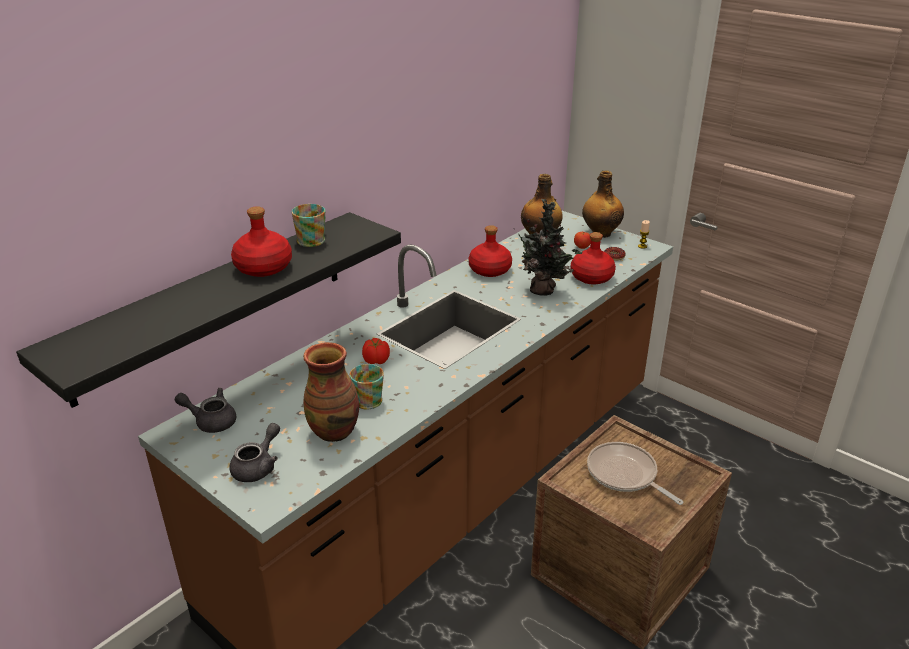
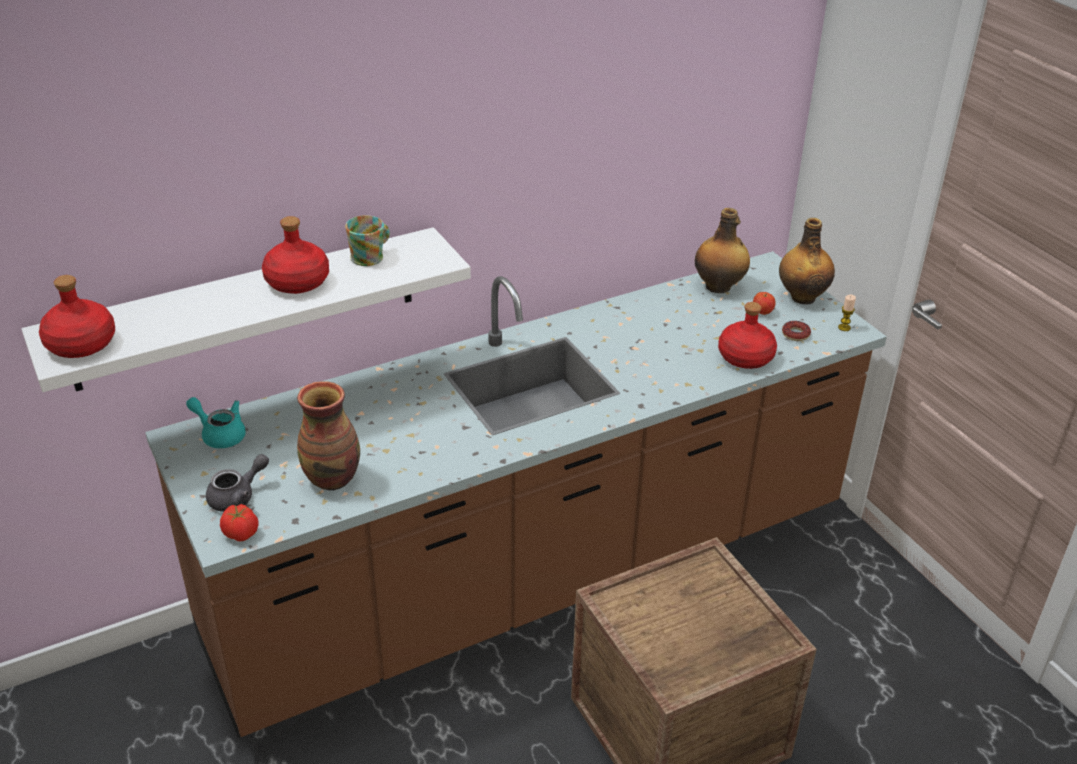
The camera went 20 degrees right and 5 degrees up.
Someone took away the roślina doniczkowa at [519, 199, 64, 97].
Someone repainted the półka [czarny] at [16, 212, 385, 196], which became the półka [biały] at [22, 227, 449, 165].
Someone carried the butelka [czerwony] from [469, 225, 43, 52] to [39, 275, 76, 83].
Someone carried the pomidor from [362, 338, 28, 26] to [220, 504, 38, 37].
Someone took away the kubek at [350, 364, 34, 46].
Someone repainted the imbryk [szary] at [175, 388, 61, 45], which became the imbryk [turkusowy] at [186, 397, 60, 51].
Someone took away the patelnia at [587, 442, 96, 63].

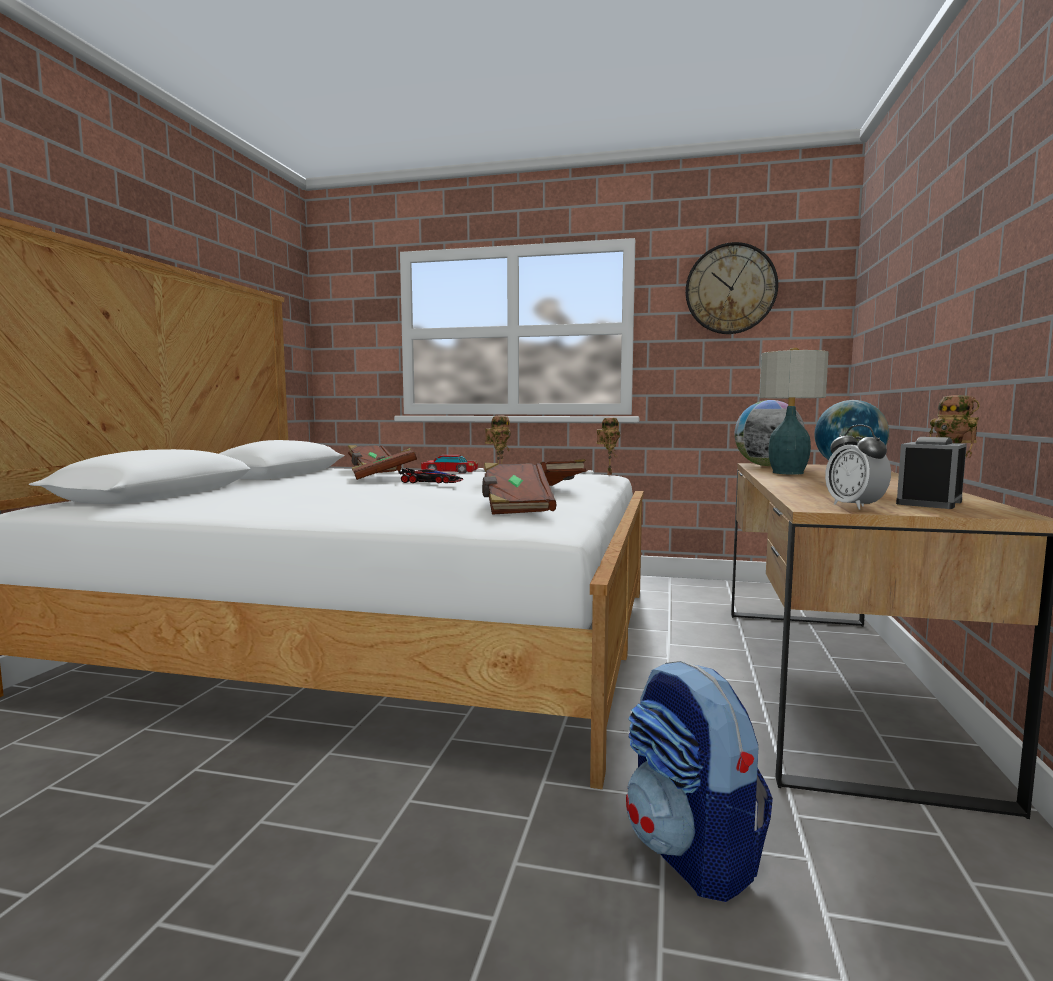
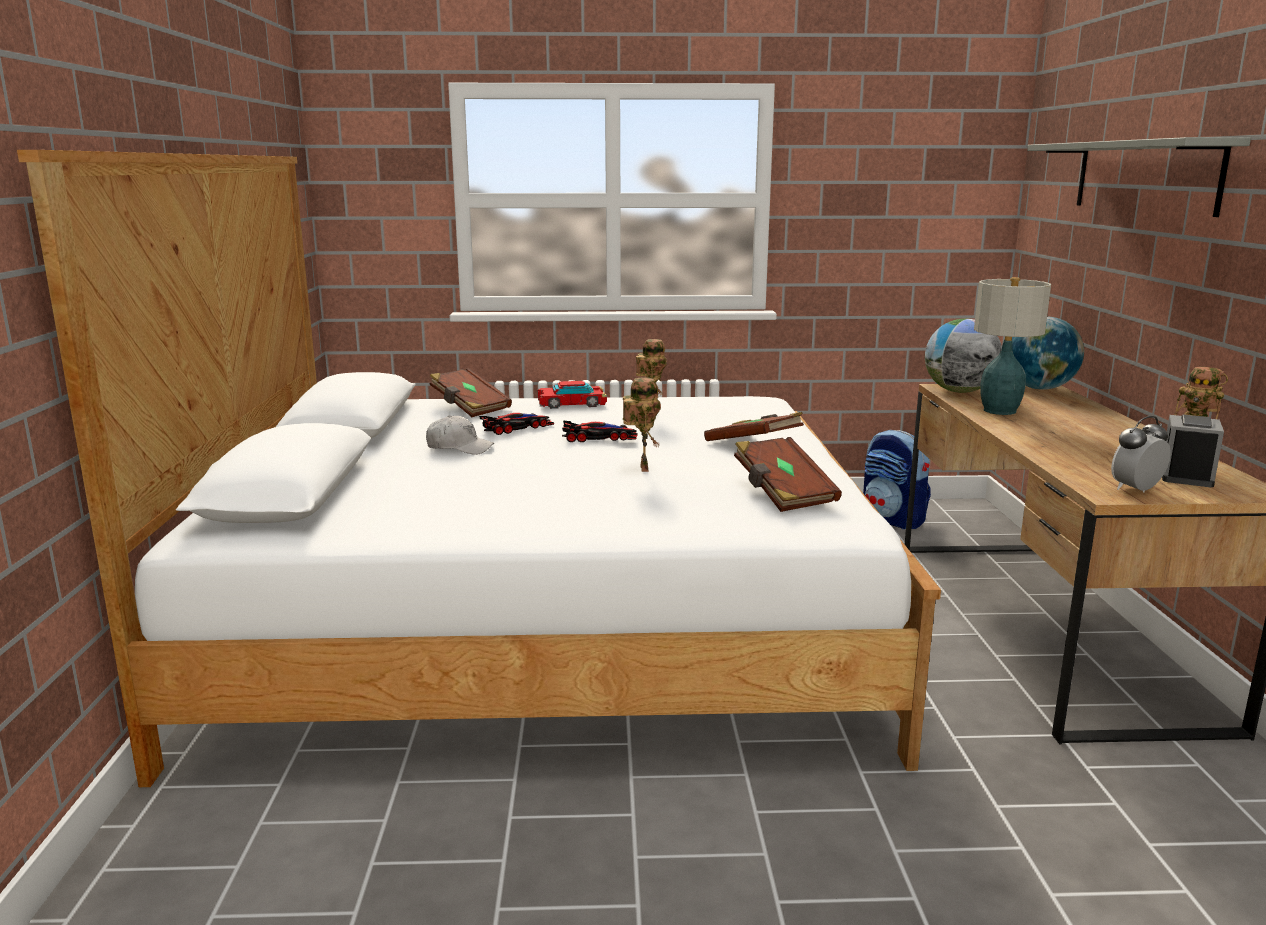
The camera went 15 degrees left and 10 degrees up.
Someone took away the zegar ścienny at [686, 242, 92, 92].
Someone carried the robot zabawkowy from [597, 417, 24, 58] to [623, 377, 38, 95].
Someone rotated the budzik at [825, 424, 66, 86] by 90 degrees clockwise.
Someone swapped the książka [brązowy] at [352, 448, 65, 32] for the samochodzik at [479, 413, 75, 22].
Someone carried the plecak from [626, 661, 147, 241] to [863, 430, 68, 99].
Someone put up the półka [szary] at [1027, 137, 224, 80].
Someone put down the czapka z daszkiem [biały] at [426, 415, 68, 40].

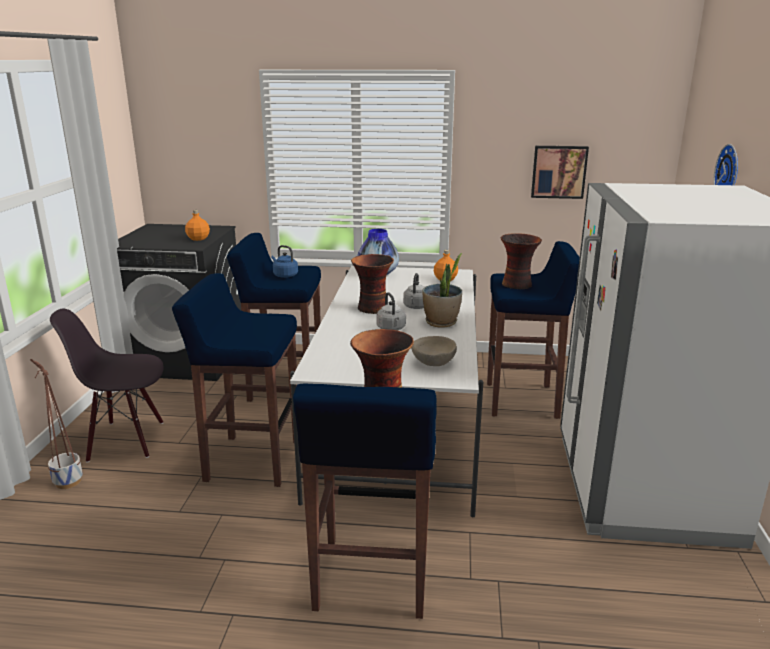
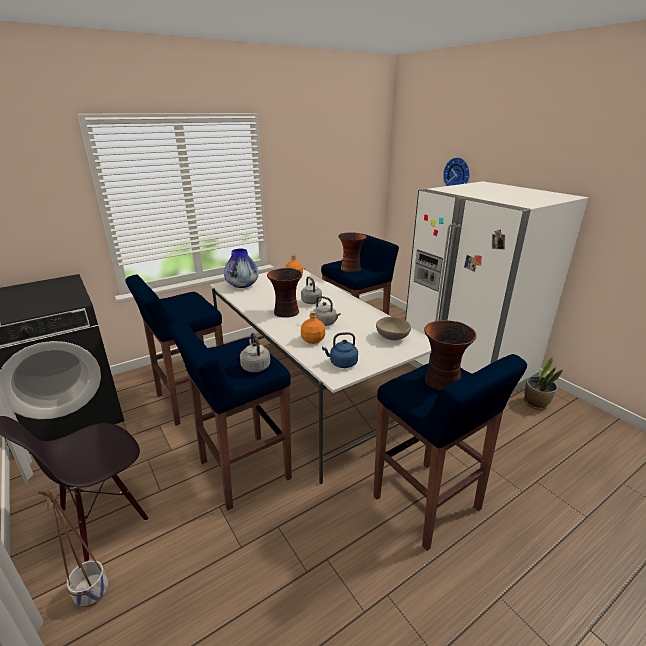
The camera went 40 degrees left and 5 degrees up.
Someone took away the obraz at [531, 146, 58, 53].
Someone carried the butelka [pomarańczowy] from [185, 210, 25, 31] to [301, 311, 24, 33].
Someone carried the czajnik [niebieski] from [271, 245, 27, 33] to [322, 332, 36, 36].
Someone carried the roślina doniczkowa from [422, 253, 40, 75] to [524, 356, 39, 54].
Someone put down the czajnik [szary] at [240, 333, 30, 39].

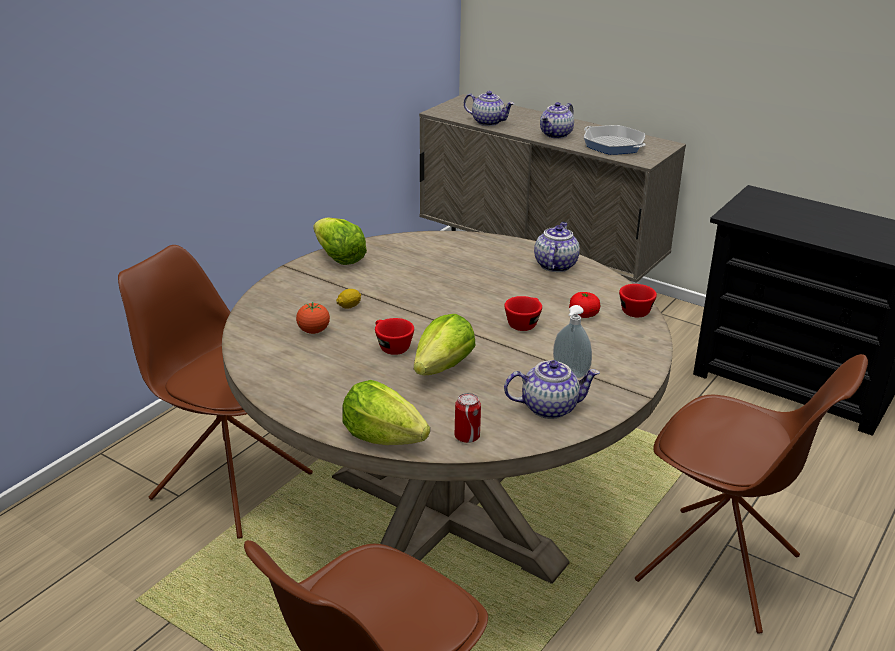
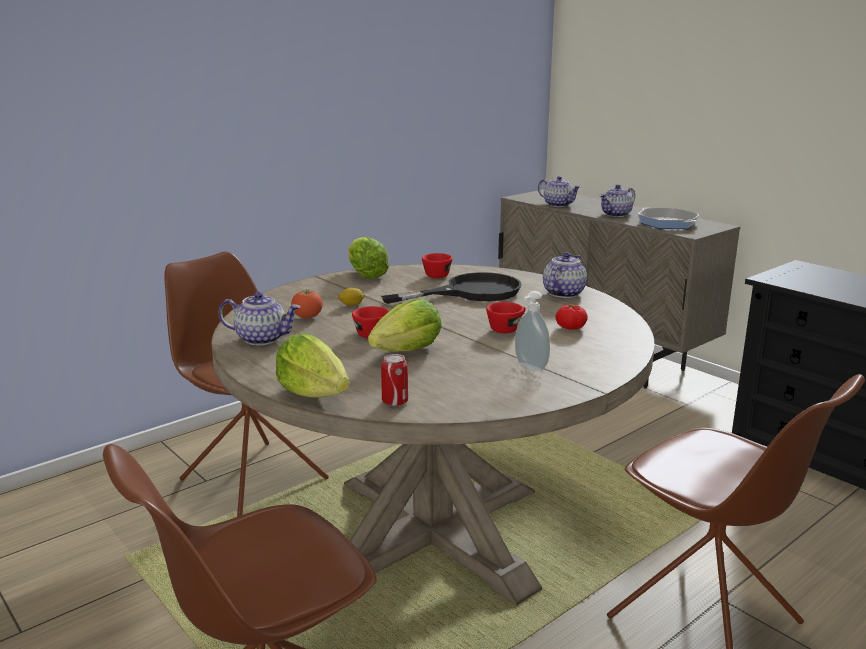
The camera went 15 degrees right and 10 degrees down.
Someone carried the filiżanka [czerwony] from [619, 284, 38, 33] to [422, 253, 31, 25].
Someone carried the imbryk from [504, 360, 96, 59] to [218, 292, 83, 53].
Someone put down the patelnia [czarny] at [381, 272, 140, 32].

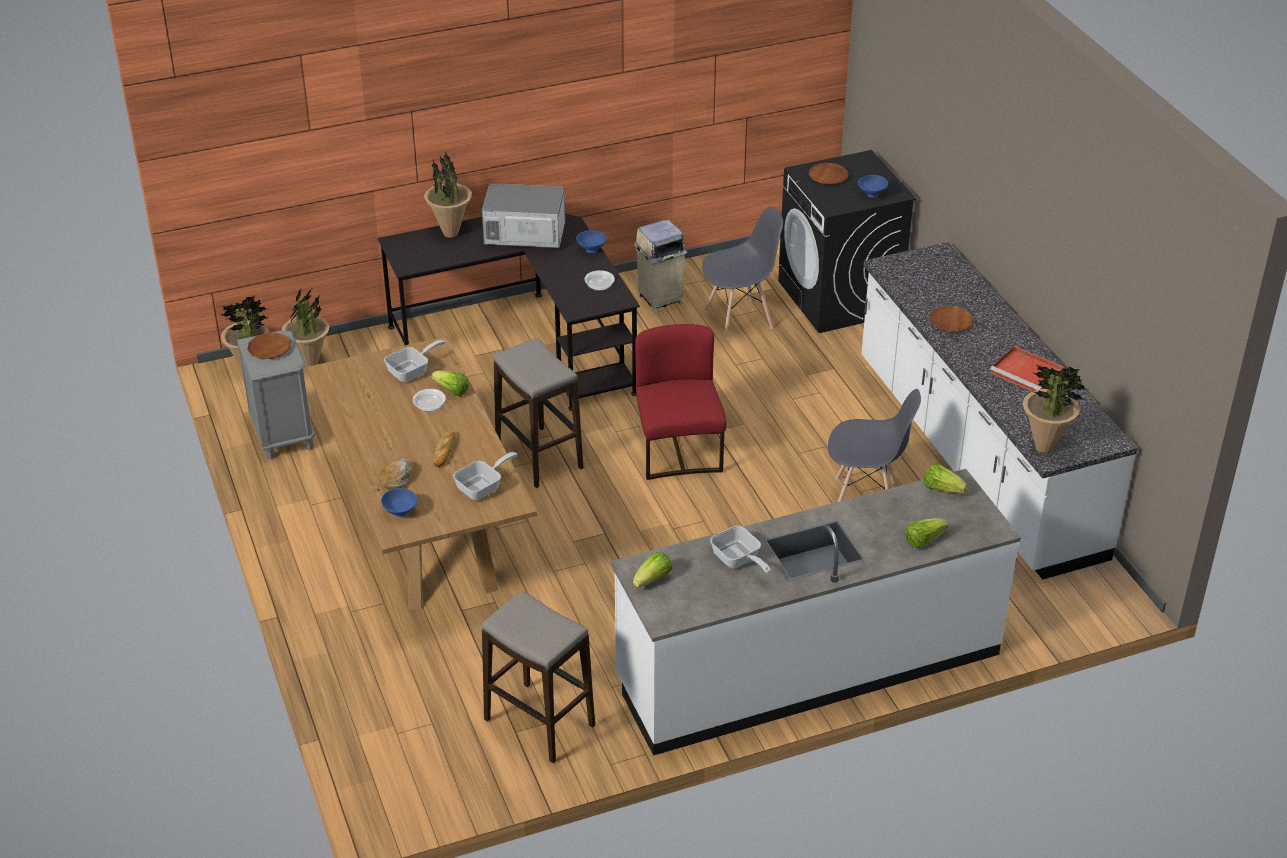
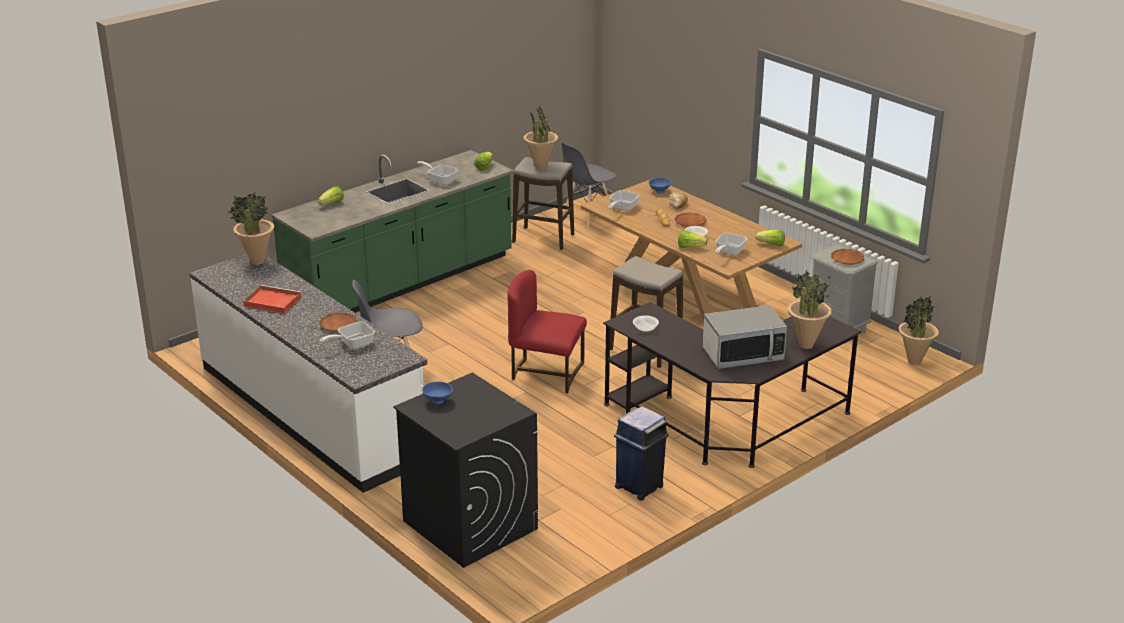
The camera went 160 degrees right and 10 degrees down.
Someone carried the talerz [brązowy] from [808, 163, 41, 22] to [674, 212, 33, 15].
Someone carried the krzesło [szary] from [702, 207, 81, 132] to [562, 143, 55, 85].
Someone repainted the kosz na śmieci [beżowy] at [634, 219, 53, 94], which became the kosz na śmieci [niebieski] at [614, 406, 55, 95].
Someone took away the miska [niebieski] at [576, 230, 31, 23].
Someone carried the roślina doniczkowa from [282, 287, 47, 82] to [524, 106, 34, 64].
Someone rotated the krzesło [czerwony] at [635, 324, 92, 156] by 135 degrees clockwise.
Someone carried the sałata from [924, 464, 44, 29] to [755, 229, 30, 17].
Someone repainted the zabudowa kuchenna [biały] at [611, 469, 410, 287], which became the zabudowa kuchenna [zielony] at [271, 150, 243, 163].
Someone put down the patelnia at [320, 322, 55, 27].

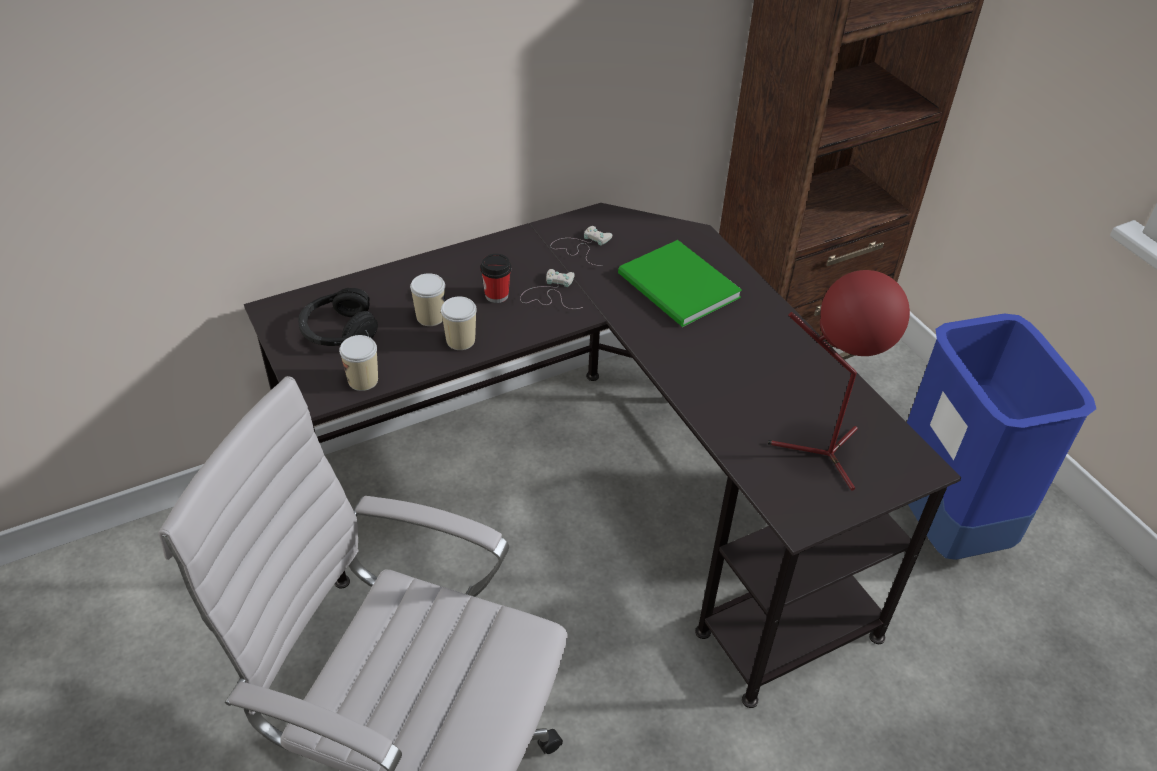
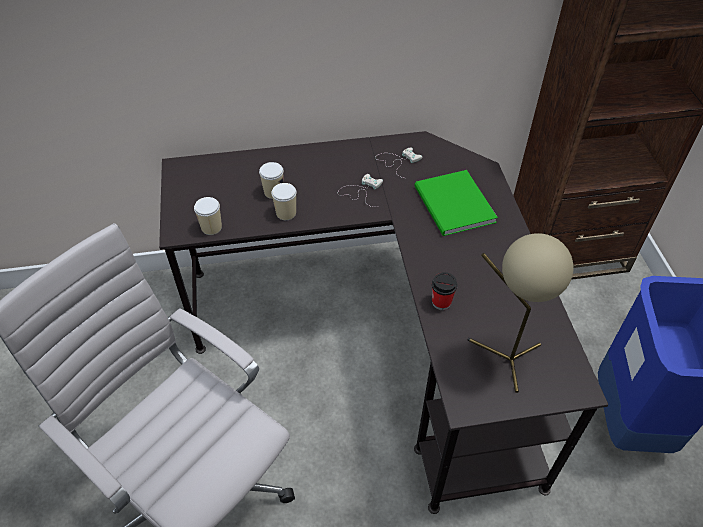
The camera went 20 degrees right and 5 degrees up.
Someone carried the filiżanka from [480, 254, 31, 49] to [432, 272, 25, 38].
Someone repainted the lampa stołowa [czerwony] at [768, 270, 142, 221], which became the lampa stołowa [beżowy] at [467, 233, 107, 160].
Someone took away the słuchawki [czarny] at [298, 288, 80, 58].

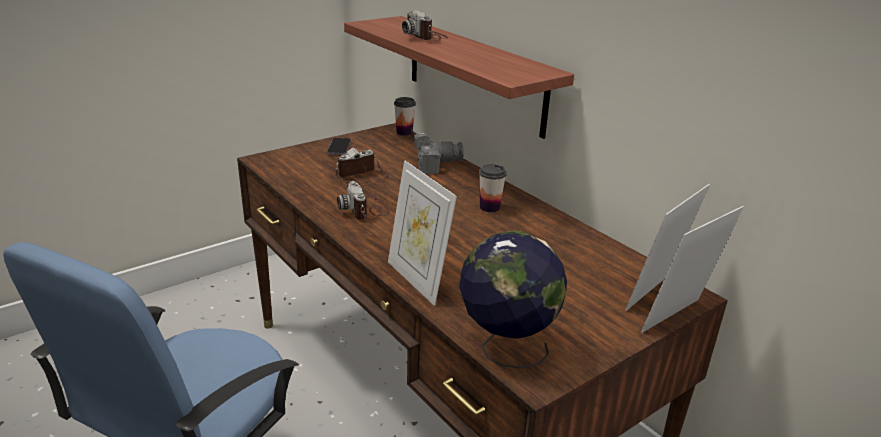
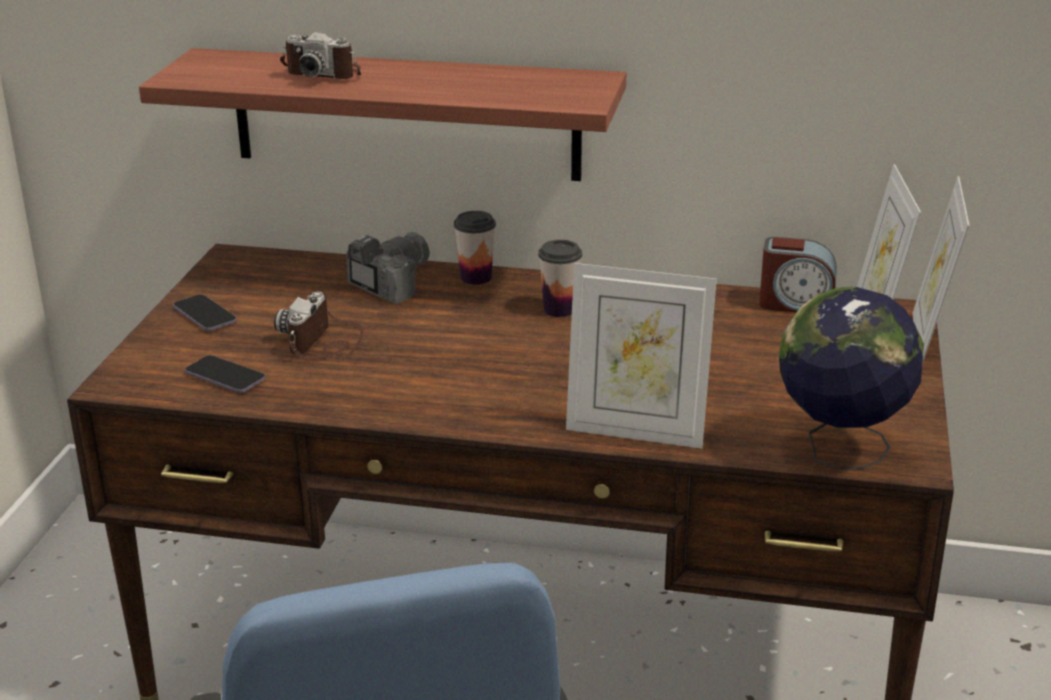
The camera went 40 degrees left and 0 degrees up.
Someone carried the filiżanka from [394, 97, 22, 39] to [454, 211, 42, 74].
Someone took away the aparat fotograficzny at [337, 181, 52, 39].
Someone put down the budzik at [759, 237, 78, 75].
Someone put down the telefon at [185, 355, 81, 38].

